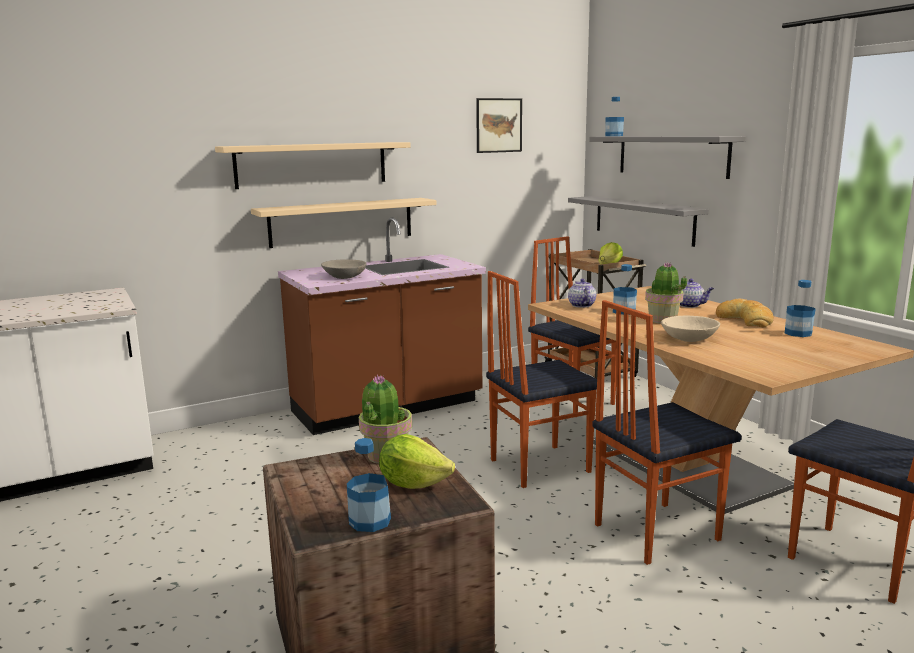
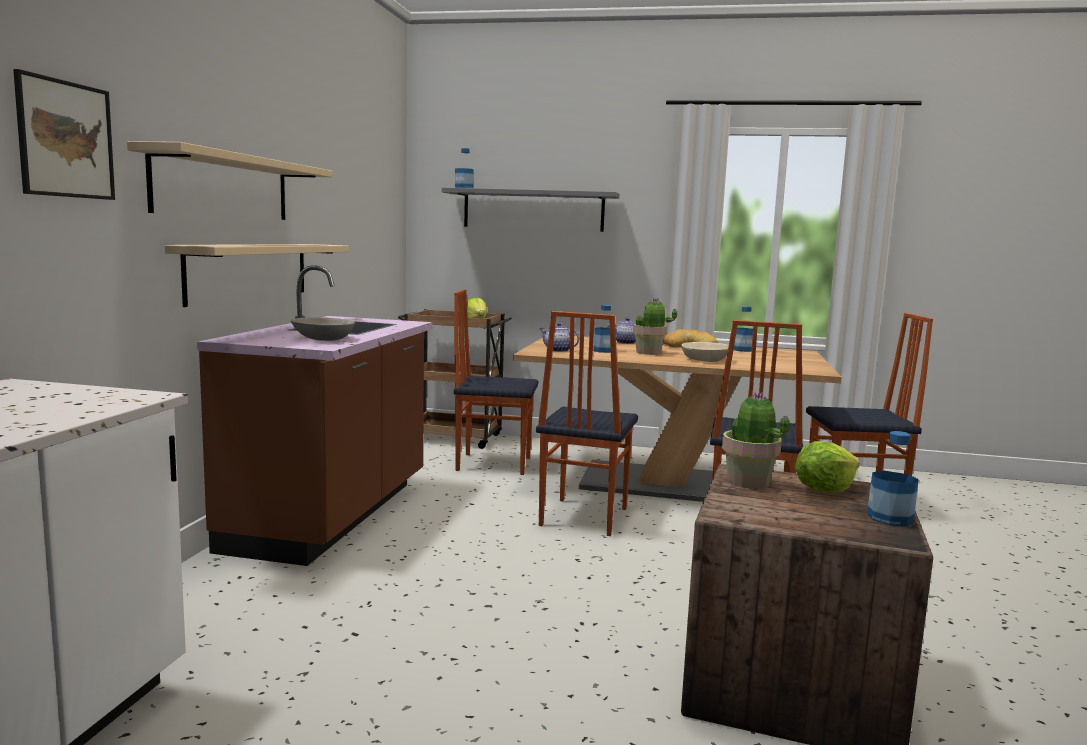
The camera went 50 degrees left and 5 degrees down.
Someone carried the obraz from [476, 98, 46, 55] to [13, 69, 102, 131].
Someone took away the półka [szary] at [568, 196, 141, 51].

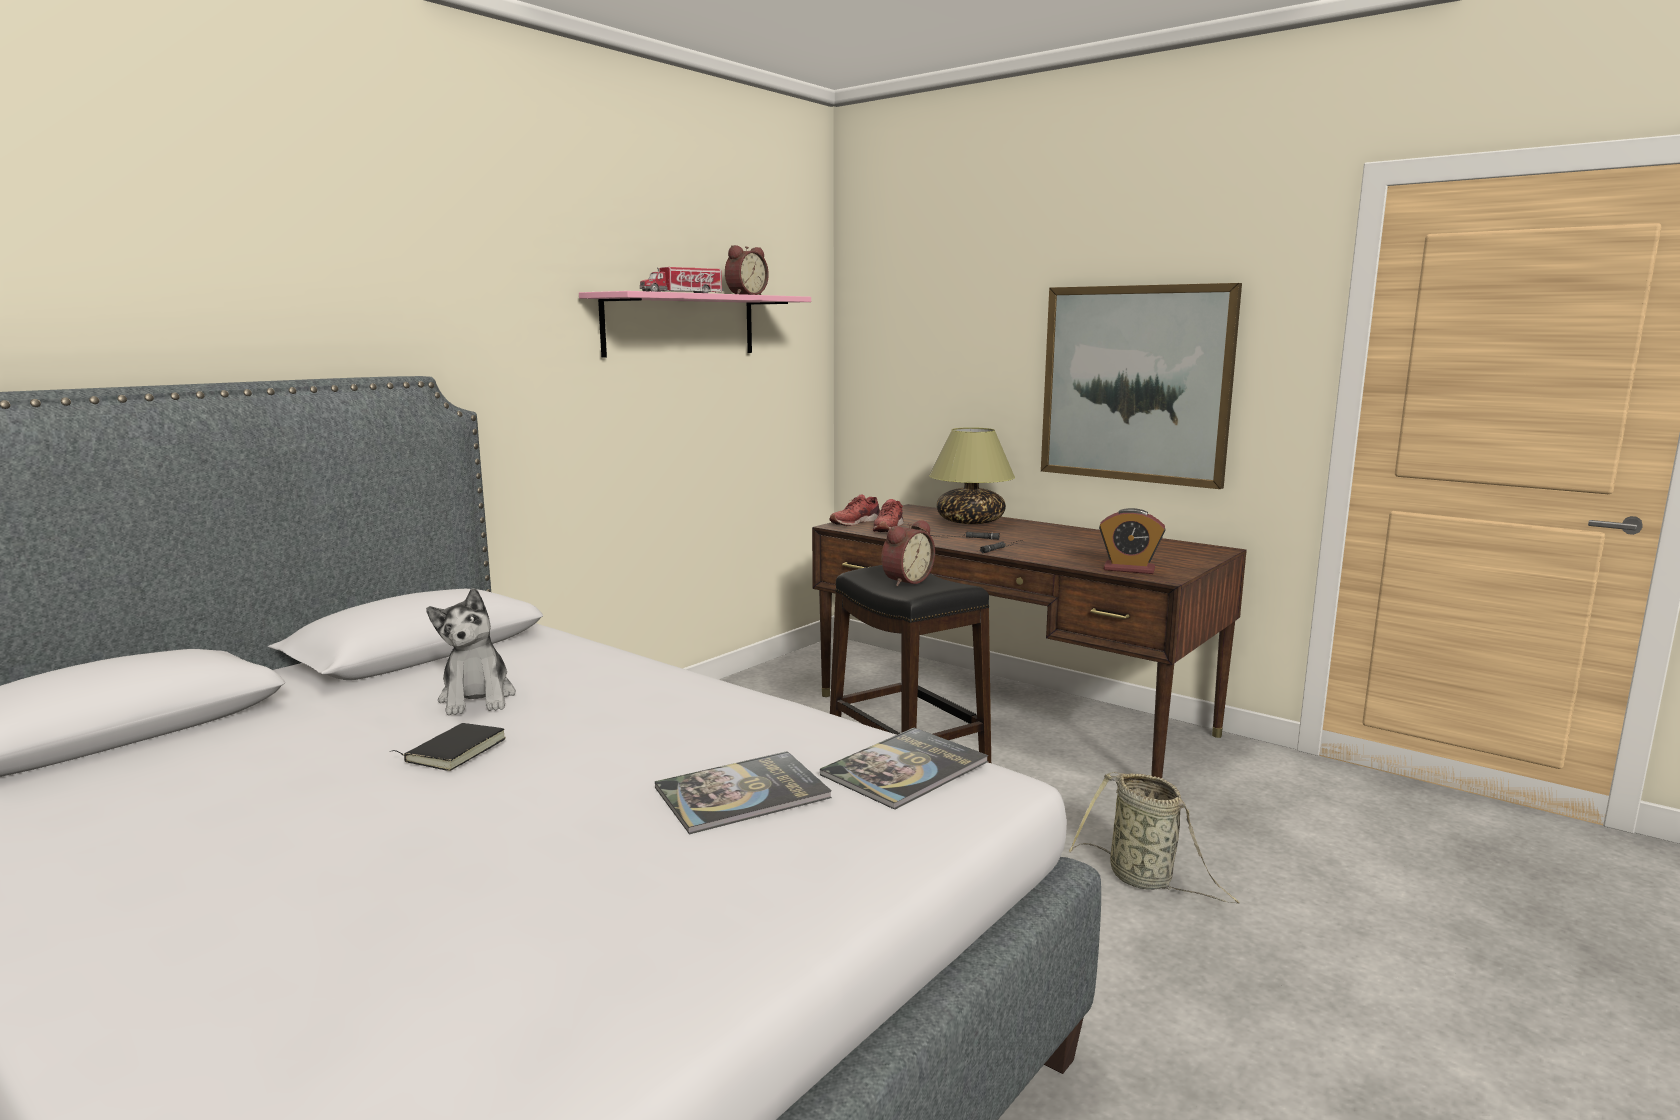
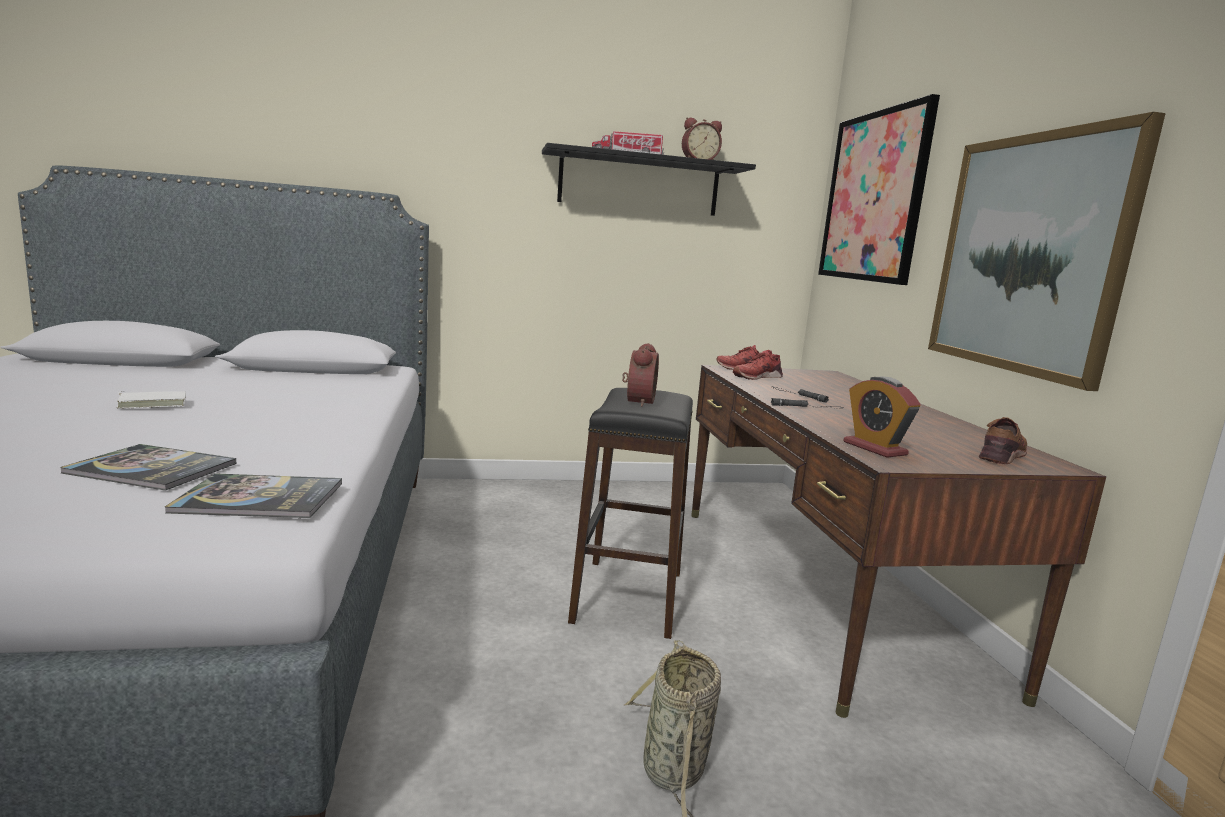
The camera went 40 degrees right and 0 degrees up.
Someone repainted the półka [różowy] at [579, 291, 232, 67], which became the półka [czarny] at [542, 143, 214, 73].
Someone took away the lampa stołowa at [929, 427, 86, 97].
Someone rotated the budzik at [881, 520, 54, 66] by 75 degrees counterclockwise.
Someone took away the pluszak at [426, 588, 90, 127].
Someone repainted the książka [czarny] at [390, 723, 116, 48], which became the książka [biały] at [116, 391, 70, 18].
Someone put up the obraz at [818, 94, 122, 191].
Someone put down the but [brązowy] at [979, 417, 48, 47].

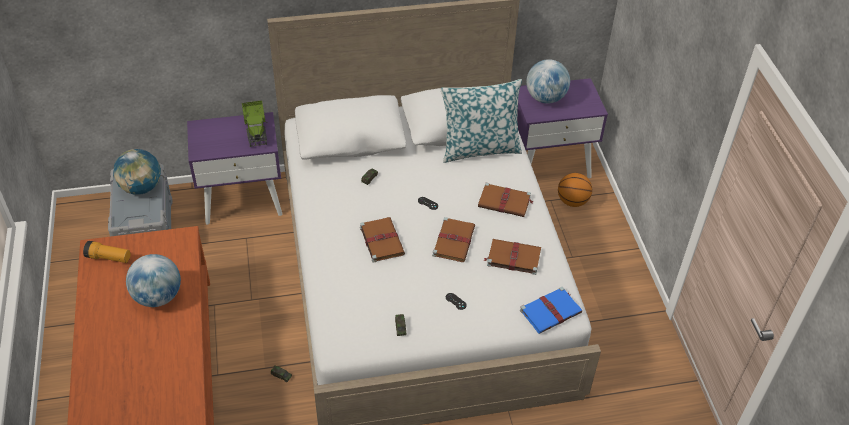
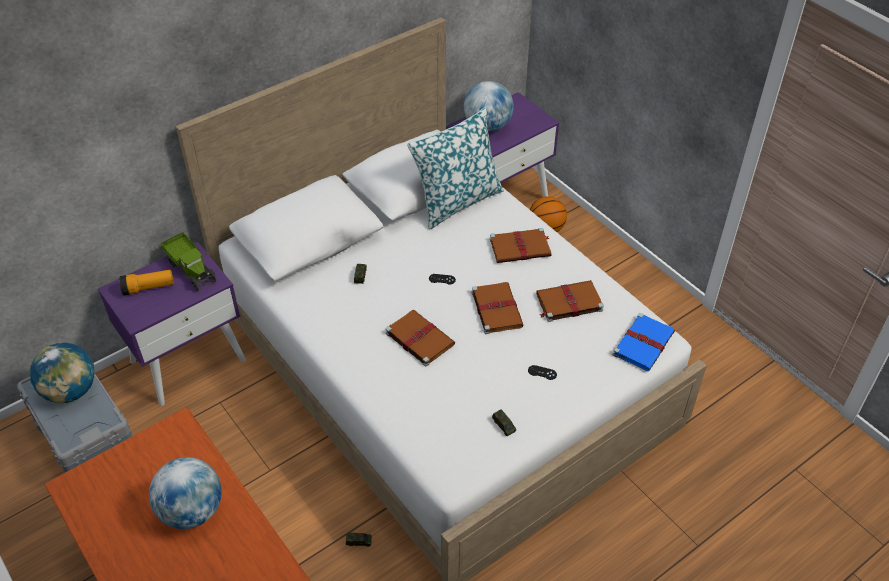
The camera went 25 degrees left and 0 degrees up.
Someone carried the latarka from [83, 241, 48, 22] to [119, 270, 55, 25].

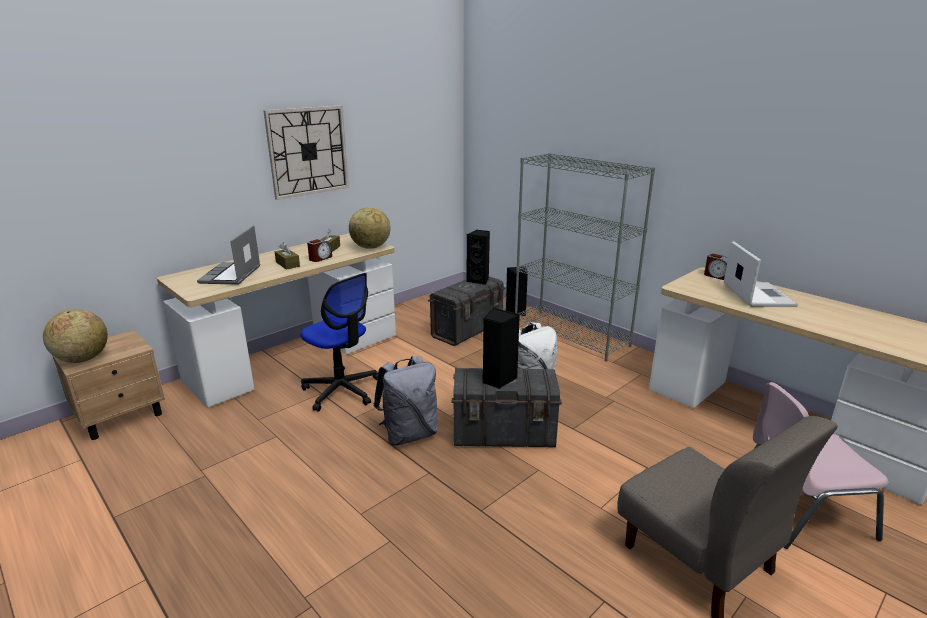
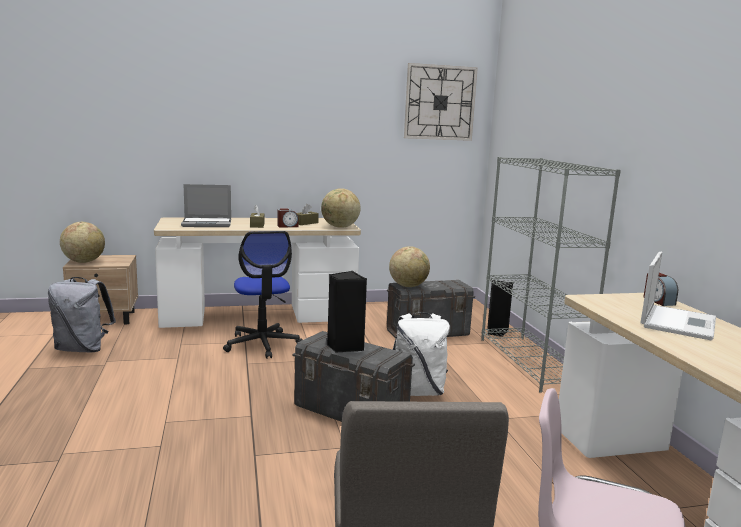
The camera went 30 degrees right and 10 degrees down.
Someone carried the zegar ścienny from [263, 106, 86, 94] to [404, 63, 74, 78].
Someone rotated the laptop at [197, 225, 64, 60] by 135 degrees counterclockwise.
Someone took away the głośnik [czarny] at [466, 230, 24, 55].
Someone carried the plecak [szary] from [373, 356, 64, 90] to [48, 277, 68, 76].
Someone put down the globus at [389, 246, 41, 41].

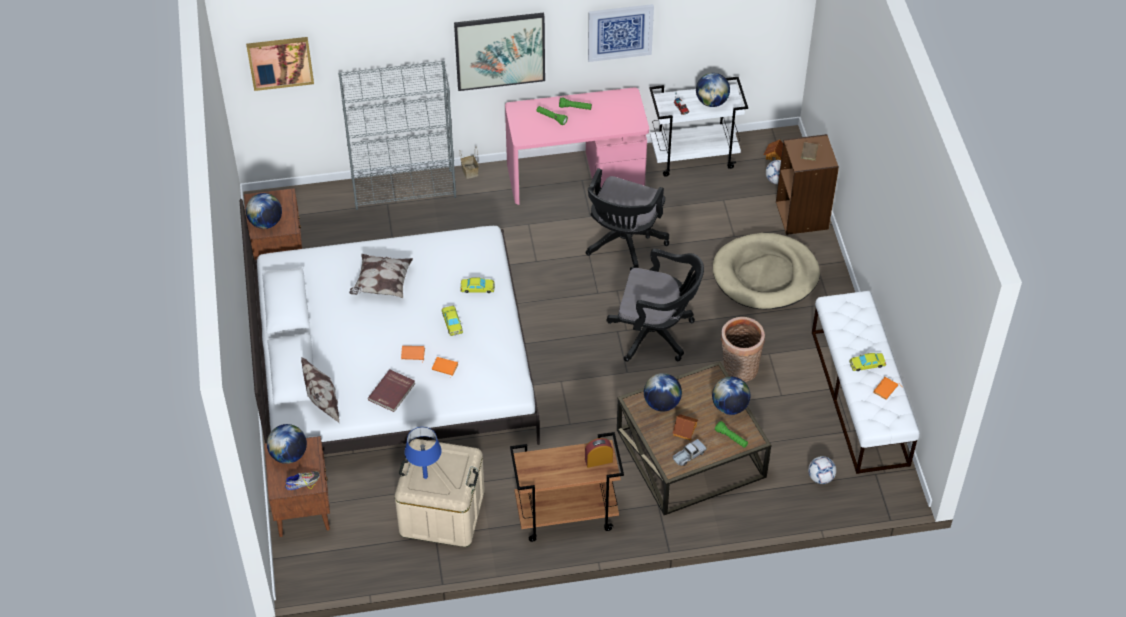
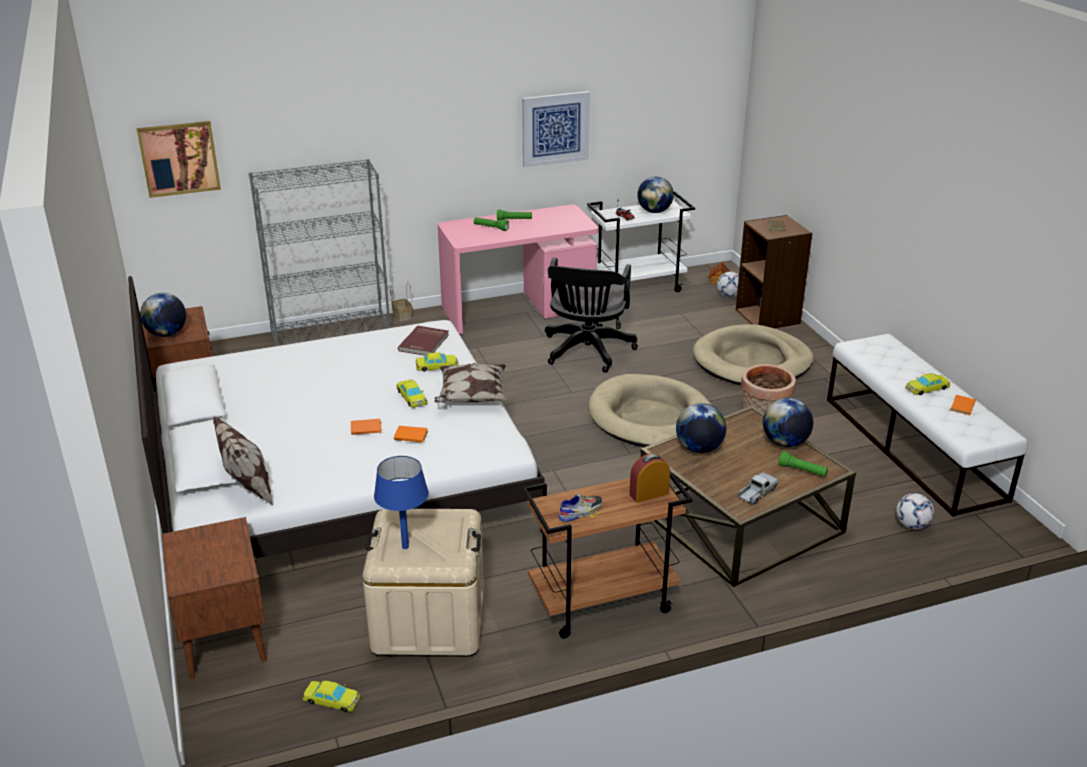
The camera went 10 degrees left and 20 degrees down.
Someone took away the obraz at [454, 12, 91, 79].
Someone swapped the krzesło biurowe [czarny] at [607, 249, 97, 113] for the legowisko [beżowy] at [589, 374, 123, 73].
Someone carried the poduszka from [349, 254, 64, 44] to [434, 363, 73, 40].
Someone carried the książka [czerwony] from [368, 369, 47, 43] to [398, 326, 51, 30].
Someone took away the domek at [673, 414, 25, 27].
Someone took away the globus at [267, 424, 40, 40].
Someone carried the but from [285, 471, 35, 19] to [559, 494, 44, 28].
Someone put down the samochodzik [żółty] at [302, 681, 59, 31].

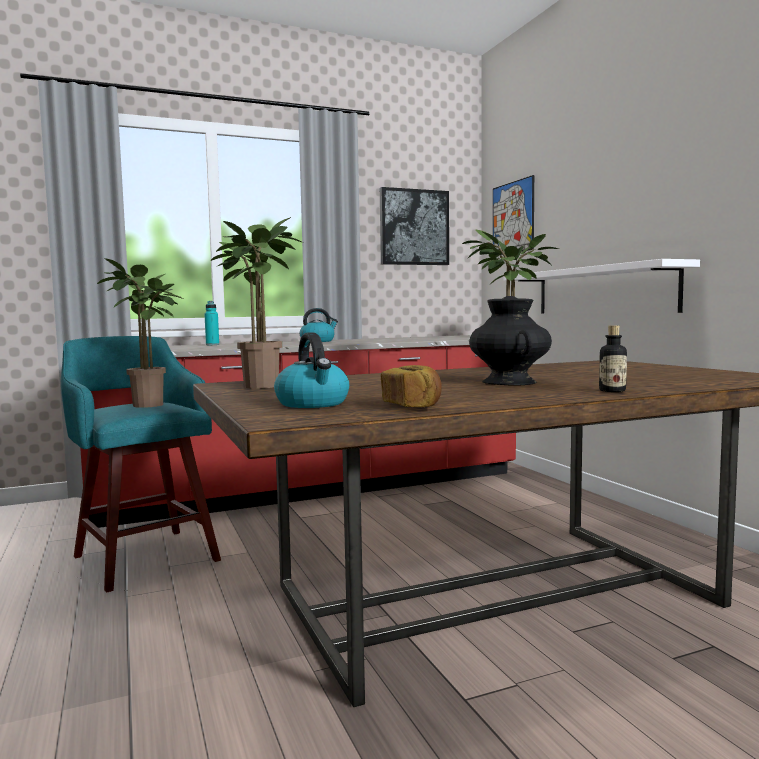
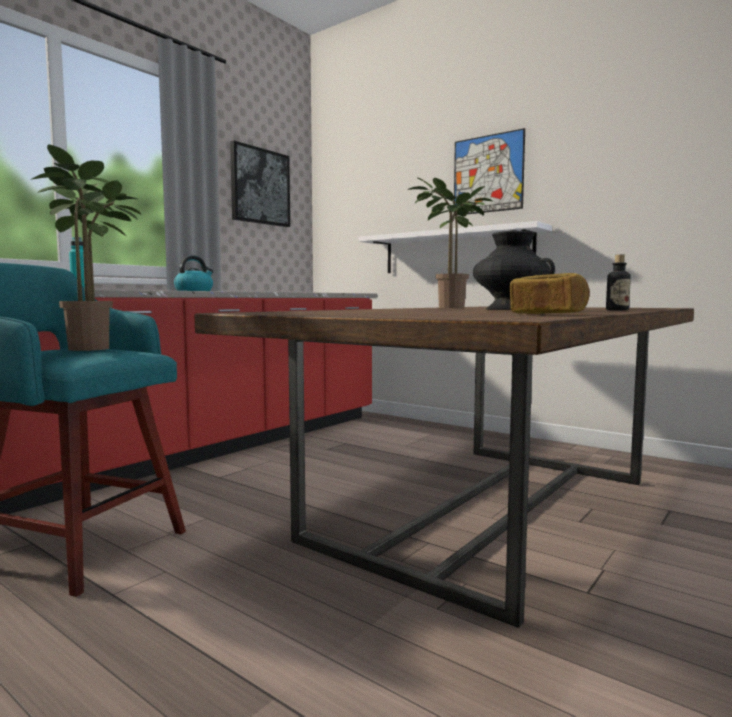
The camera went 30 degrees left and 0 degrees up.
Someone carried the obraz from [493, 175, 41, 80] to [454, 128, 71, 86].
Someone took away the roślina doniczkowa at [210, 217, 91, 172].
Someone took away the czajnik at [274, 332, 75, 76].

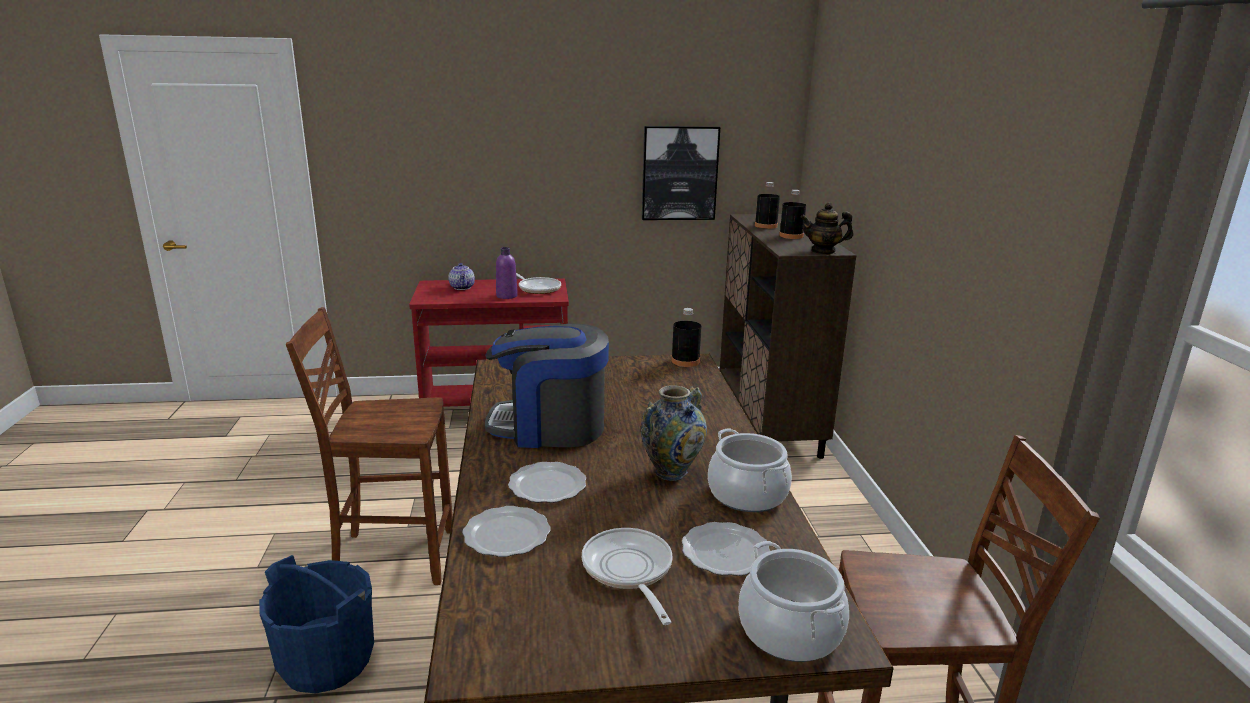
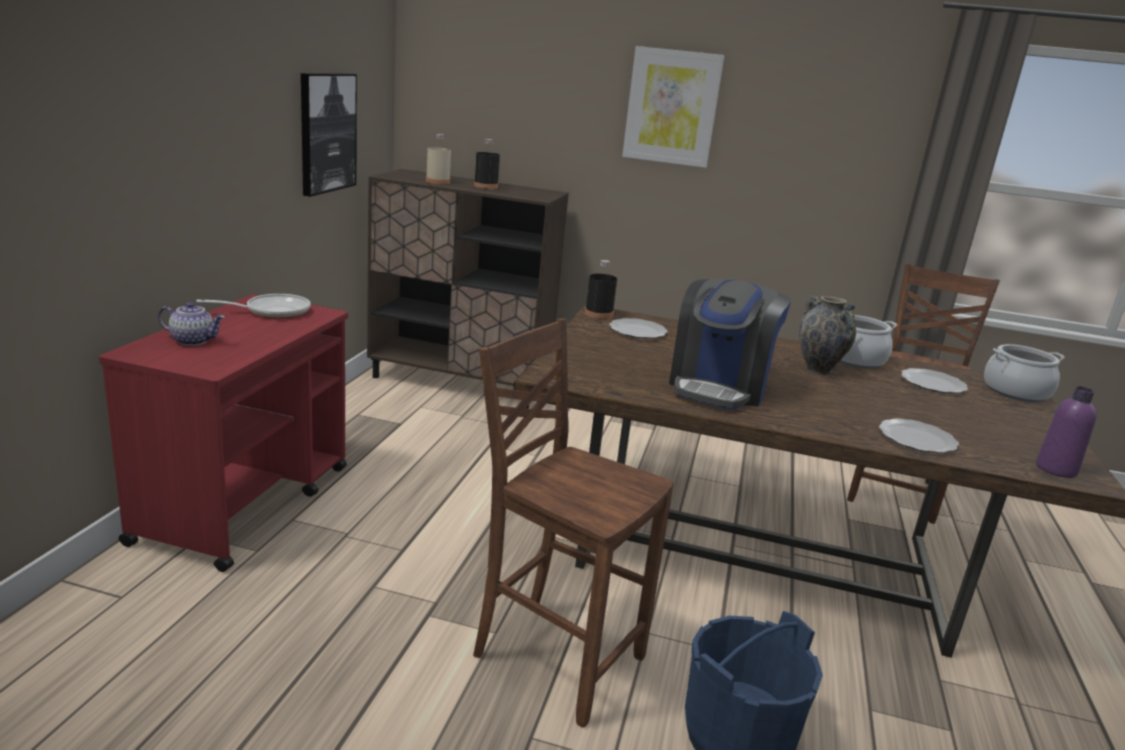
The camera went 70 degrees left and 0 degrees up.
Someone repainted the butelka [czarny] at [755, 182, 25, 47], which became the butelka [beżowy] at [426, 134, 25, 50].
Someone took away the imbryk at [800, 202, 53, 53].
Someone carried the butelka [fioletowy] from [496, 247, 22, 52] to [1036, 386, 61, 92].
Someone rotated the krzesło [brązowy] at [286, 307, 167, 278] by 105 degrees clockwise.
Someone carried the talerz from [508, 462, 78, 41] to [609, 318, 59, 21].
Someone took away the patelnia at [582, 528, 91, 97].
Someone put up the obraz at [622, 46, 103, 122].

